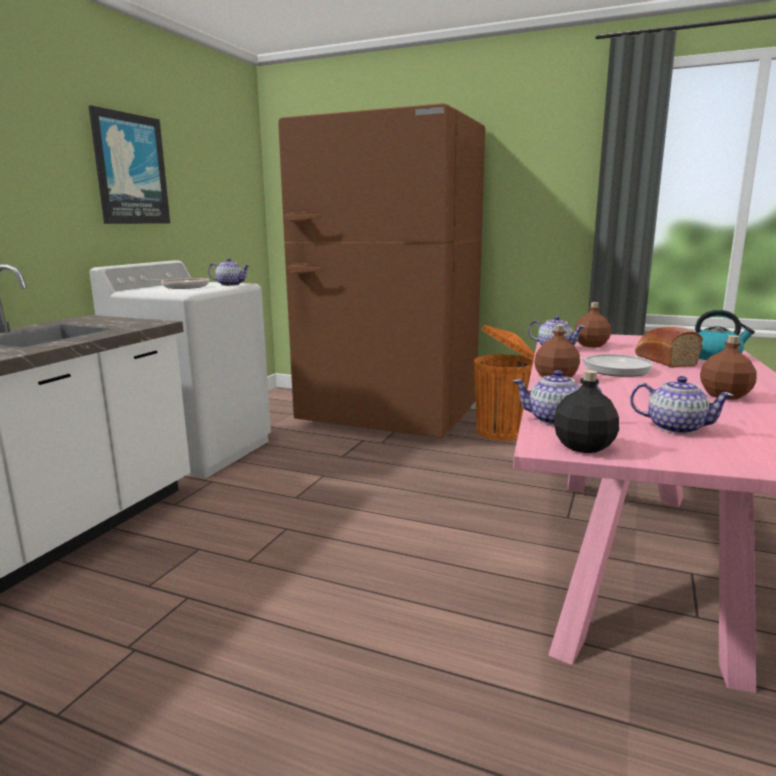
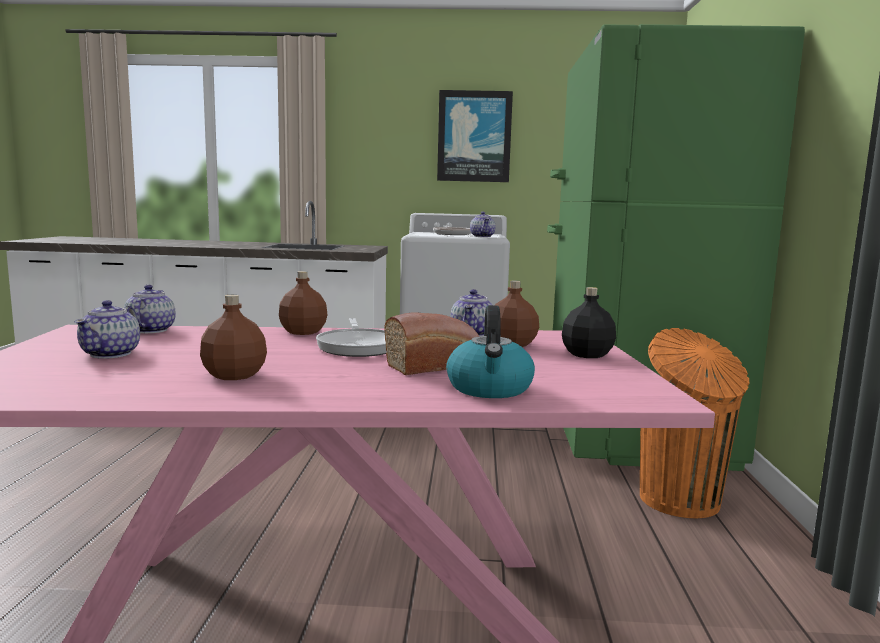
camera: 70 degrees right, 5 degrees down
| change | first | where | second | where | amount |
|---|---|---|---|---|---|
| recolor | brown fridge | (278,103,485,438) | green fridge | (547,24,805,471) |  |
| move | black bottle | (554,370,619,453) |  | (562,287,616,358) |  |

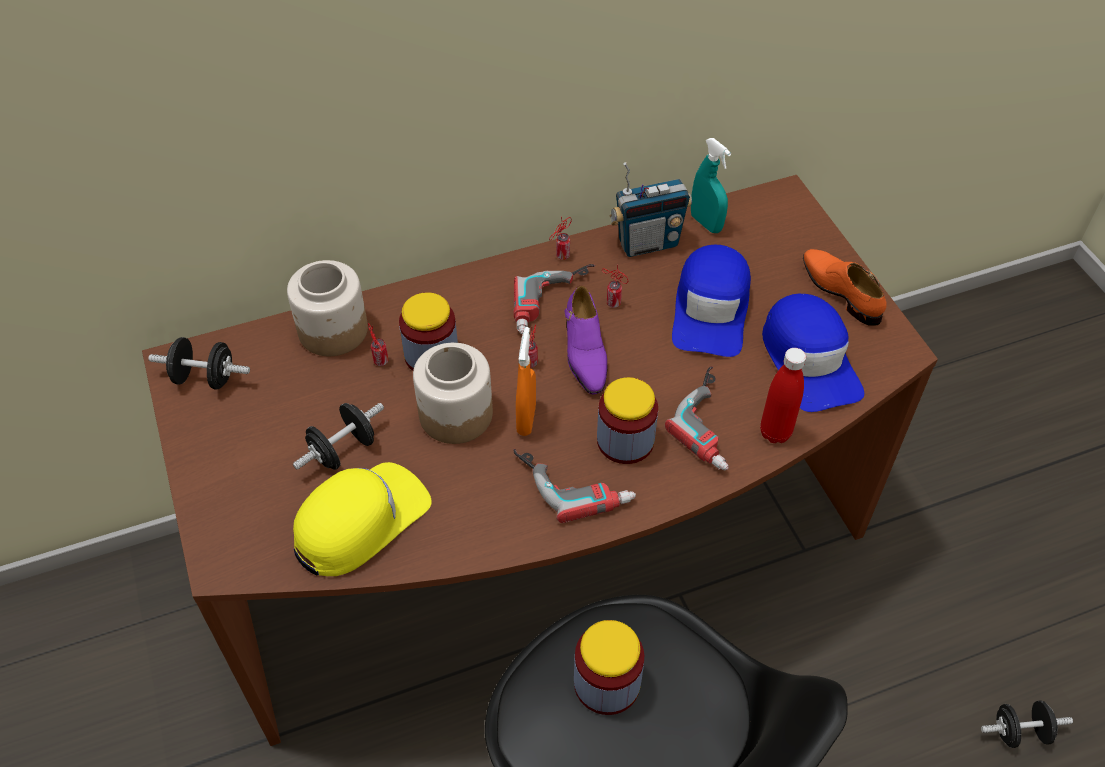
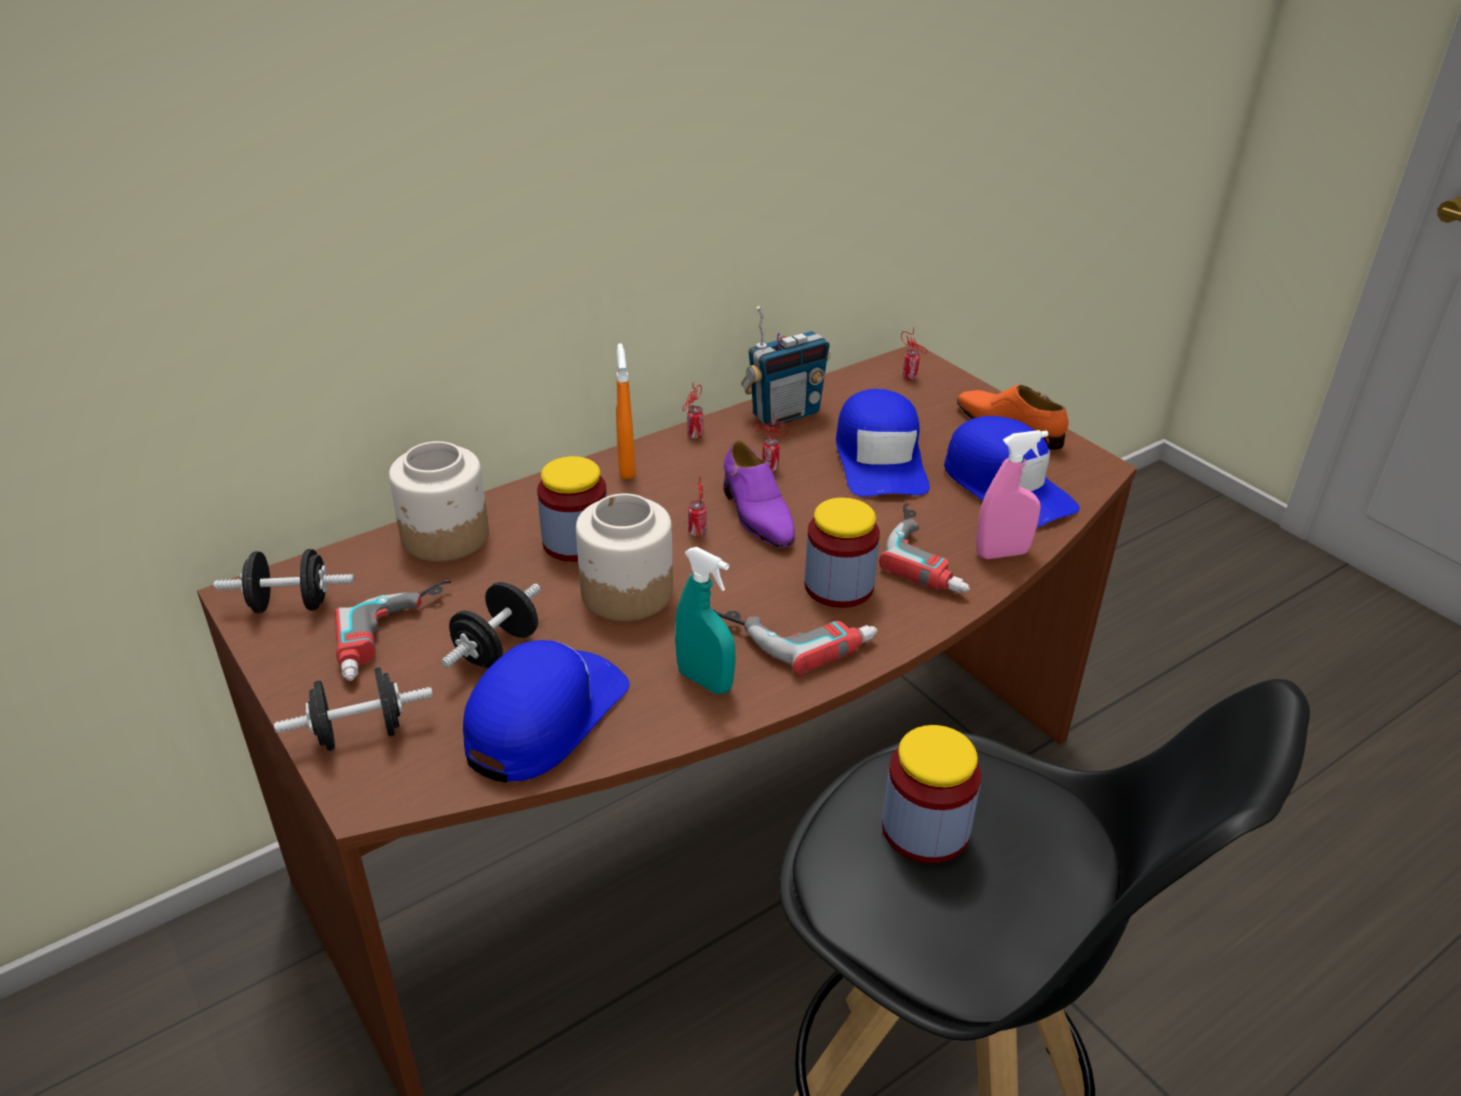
camera: 15 degrees left, 15 degrees down
| change | first | where | second | where | amount |
|---|---|---|---|---|---|
| recolor | yellow cap | (293,462,432,576) | blue cap | (463,640,630,782) |  |
| move | can | (368,323,388,366) |  | (901,329,927,380) |  |
| move | power drill | (514,264,595,334) |  | (335,580,452,681) |  |
| move | orange spray bottle | (516,327,536,436) |  | (616,343,635,479) |  |
| move | turquoise spray bottle | (691,138,731,233) |  | (675,547,735,694) |  |
| replace | red bottle | (760,348,806,443) | pink spray bottle | (976,430,1048,559) |  |
| move | black dumbbell | (981,700,1073,748) |  | (274,667,433,751) |  |

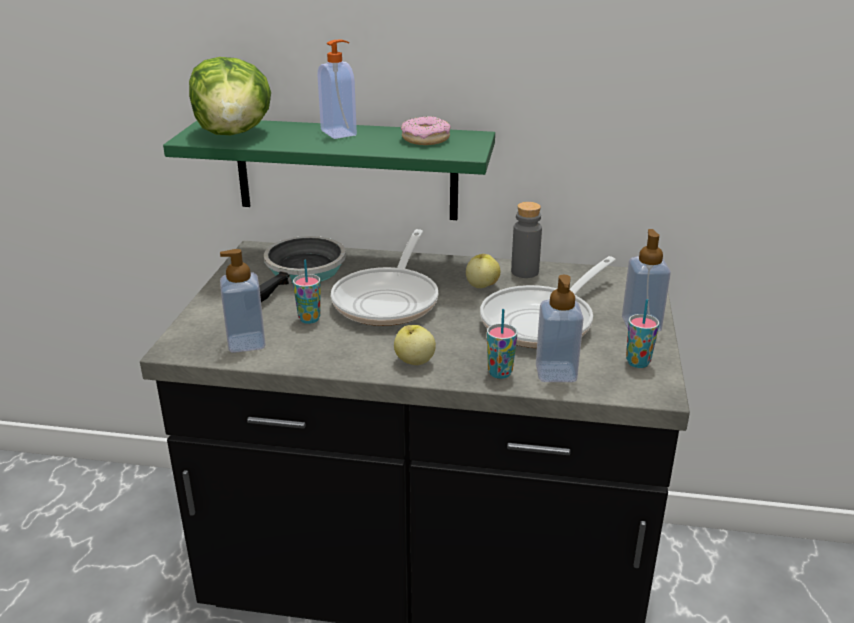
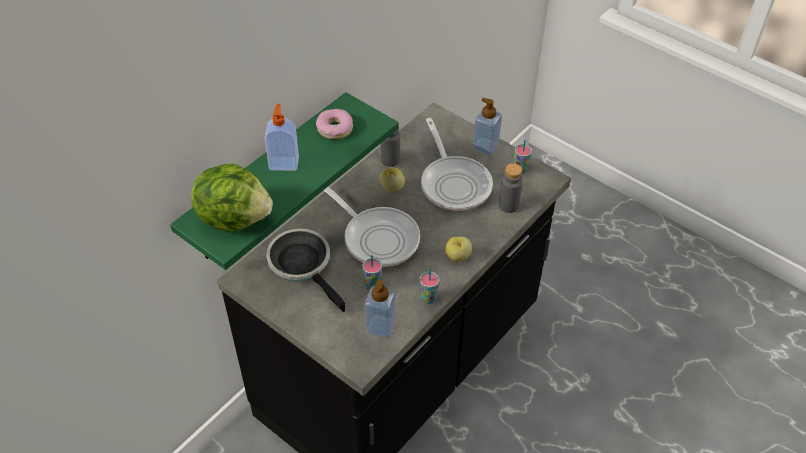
camera: 60 degrees left, 20 degrees up
| change | first | where | second | where | amount |
|---|---|---|---|---|---|
| move | cup | (487,309,517,379) |  | (420,269,439,304) |  |
| replace | soap dispenser | (536,275,584,382) | grey bottle | (499,163,523,213) |  |

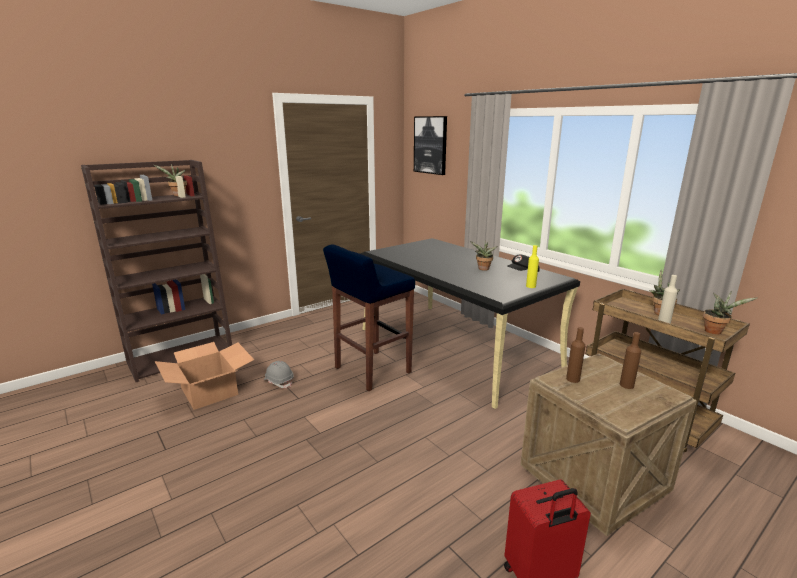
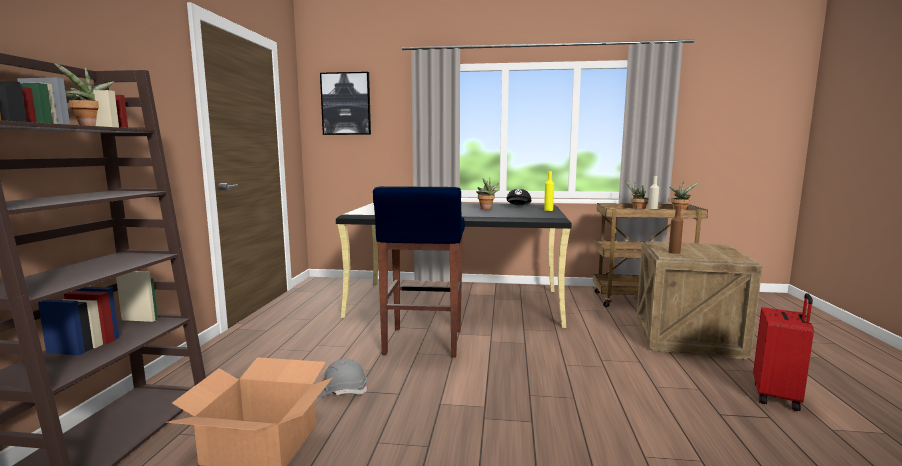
camera: 45 degrees left, 10 degrees down
| change | first | where | second | where | amount |
|---|---|---|---|---|---|
| delete | brown bottle | (620,332,641,389) |  |  |  |

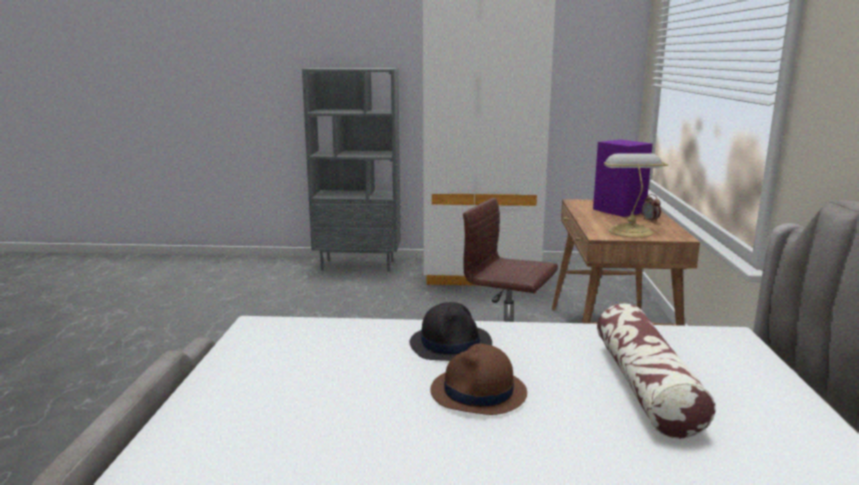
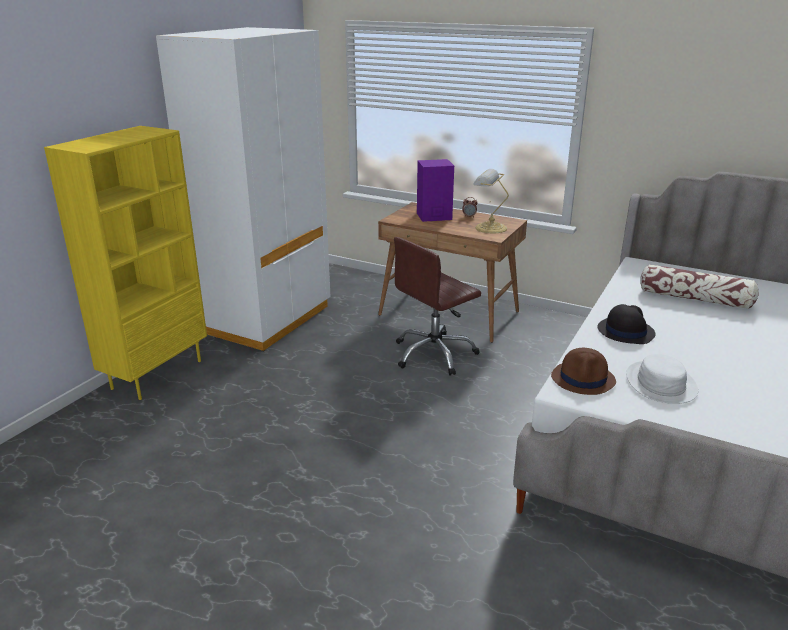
camera: 65 degrees left, 10 degrees up
| change | first | where | second | where | amount |
|---|---|---|---|---|---|
| recolor | grey bookcase | (302,68,401,272) | yellow bookcase | (44,126,207,400) |  |
| move | brown hat | (430,344,527,415) |  | (551,348,616,395) |  |
| insert |  |  | white hat | (626,354,698,404) |  |

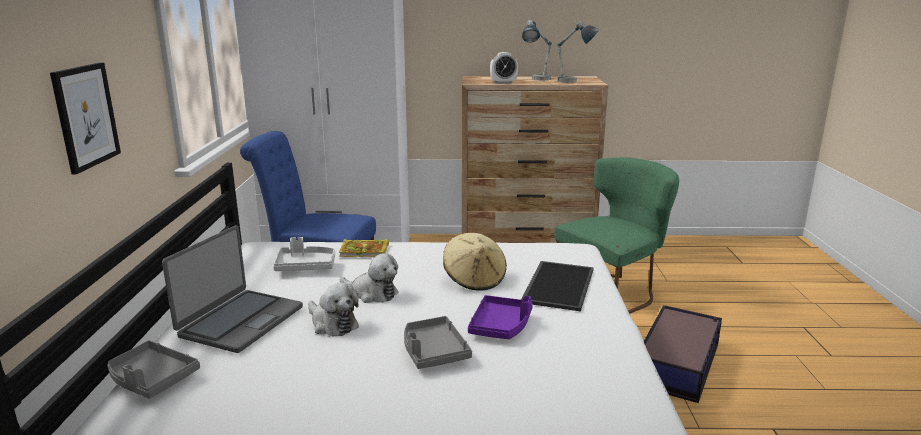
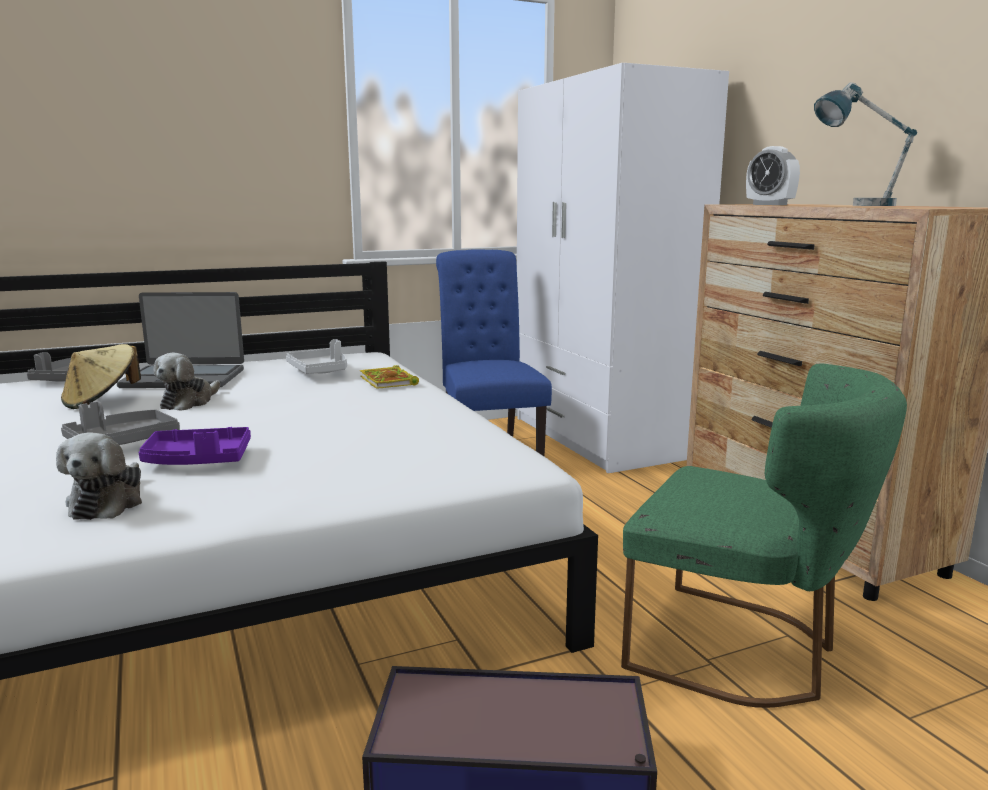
camera: 65 degrees right, 5 degrees down
| change | first | where | second | where | amount |
|---|---|---|---|---|---|
| delete | picture | (50,62,121,174) |  |  |  |
| move | plush toy | (340,253,398,303) |  | (56,433,142,520) |  |
| move | beige hat | (443,233,507,291) |  | (61,344,141,409) |  |
| delete | tray | (521,261,594,312) |  |  |  |
| delete | table lamp | (557,21,599,83) |  |  |  |

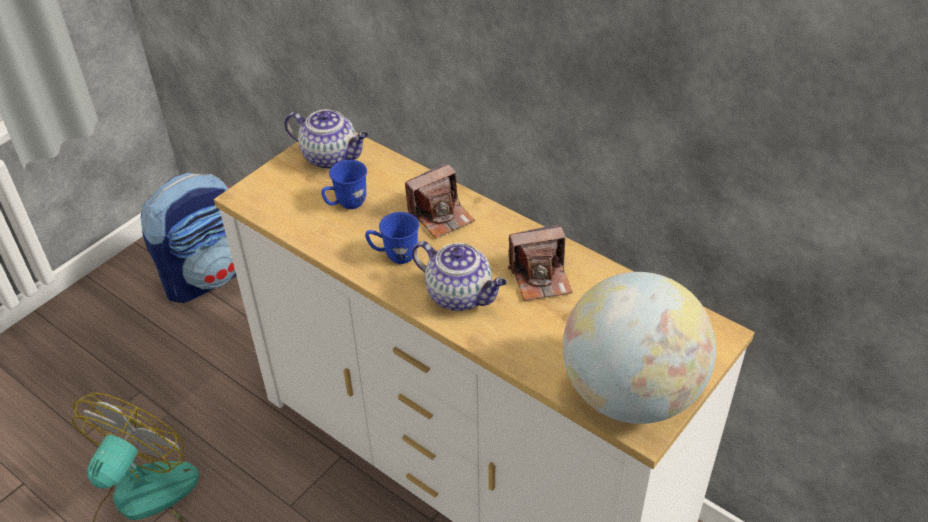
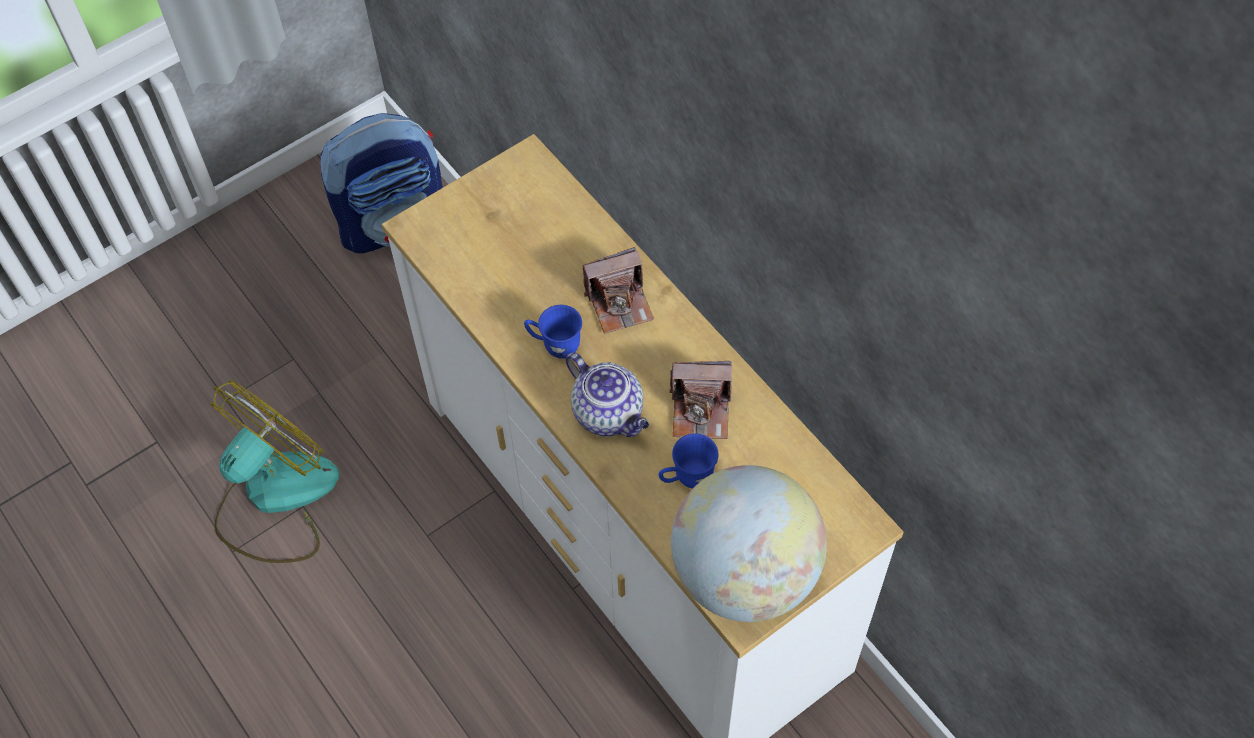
camera: 15 degrees right, 15 degrees up
| change | first | where | second | where | amount |
|---|---|---|---|---|---|
| delete | teapot | (284,109,369,169) |  |  |  |
| move | blue mug | (321,160,367,209) |  | (659,434,719,488) |  |

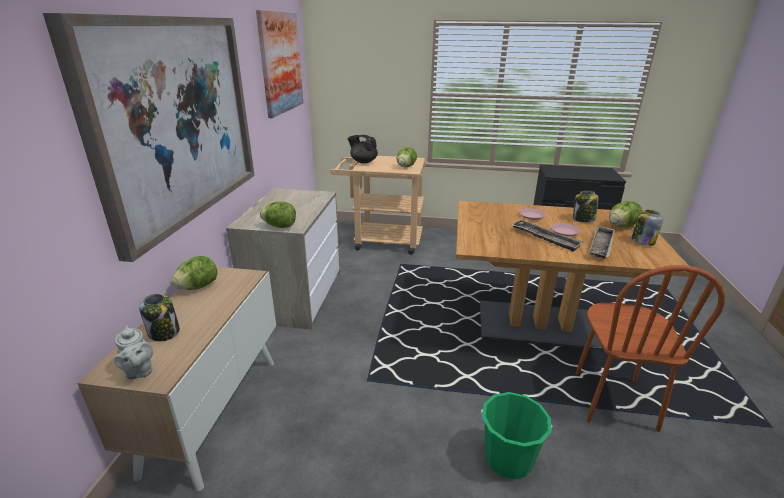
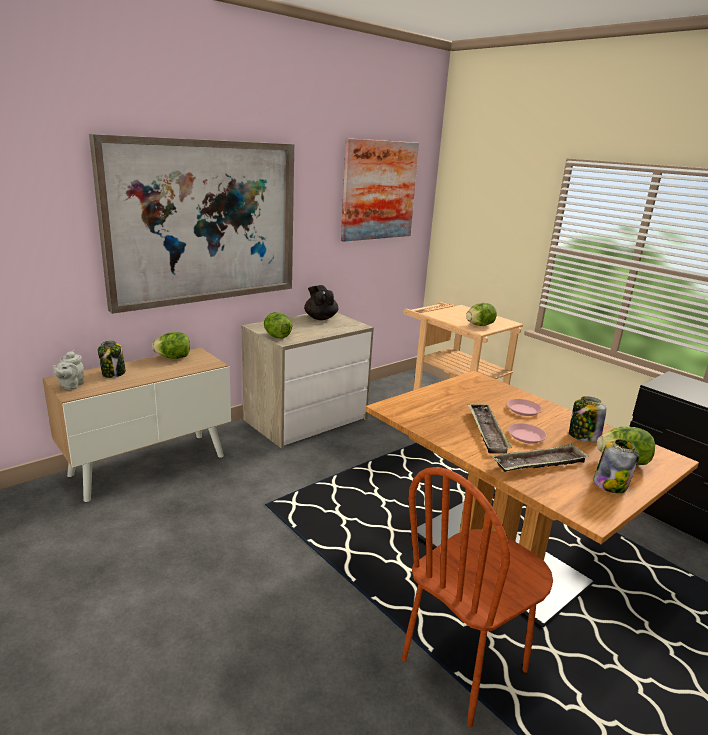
camera: 40 degrees right, 5 degrees down
| change | first | where | second | where | amount |
|---|---|---|---|---|---|
| move | black teapot | (348,135,378,163) |  | (304,285,338,320) |  |
| delete | green bucket | (481,392,552,480) |  |  |  |

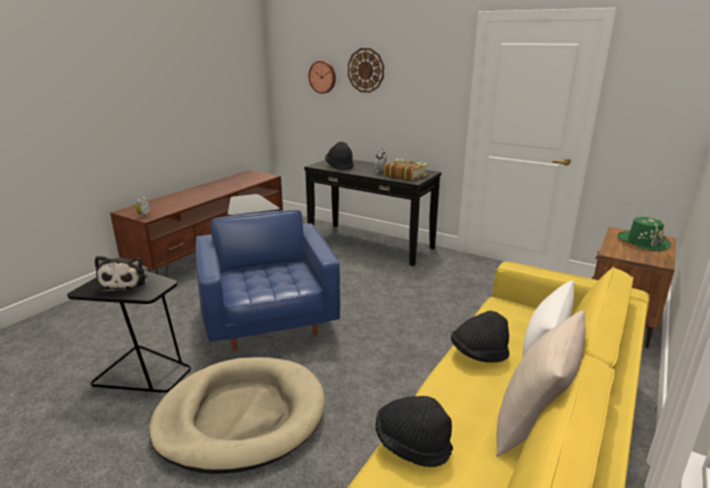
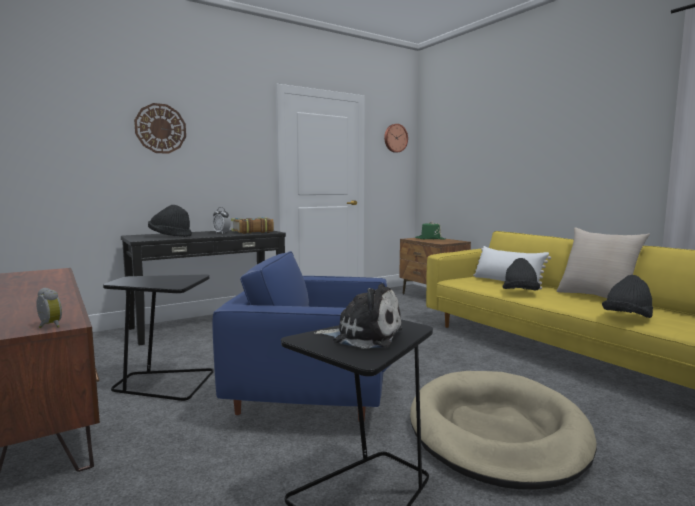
camera: 65 degrees left, 15 degrees down
| change | first | where | second | where | amount |
|---|---|---|---|---|---|
| move | wall clock | (308,61,336,94) |  | (384,124,408,153) |  |

